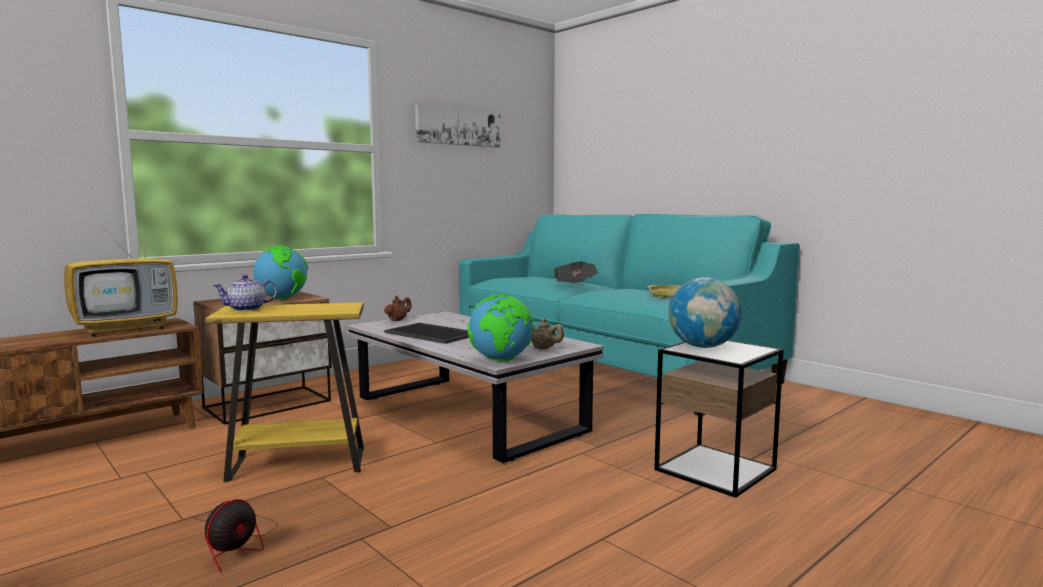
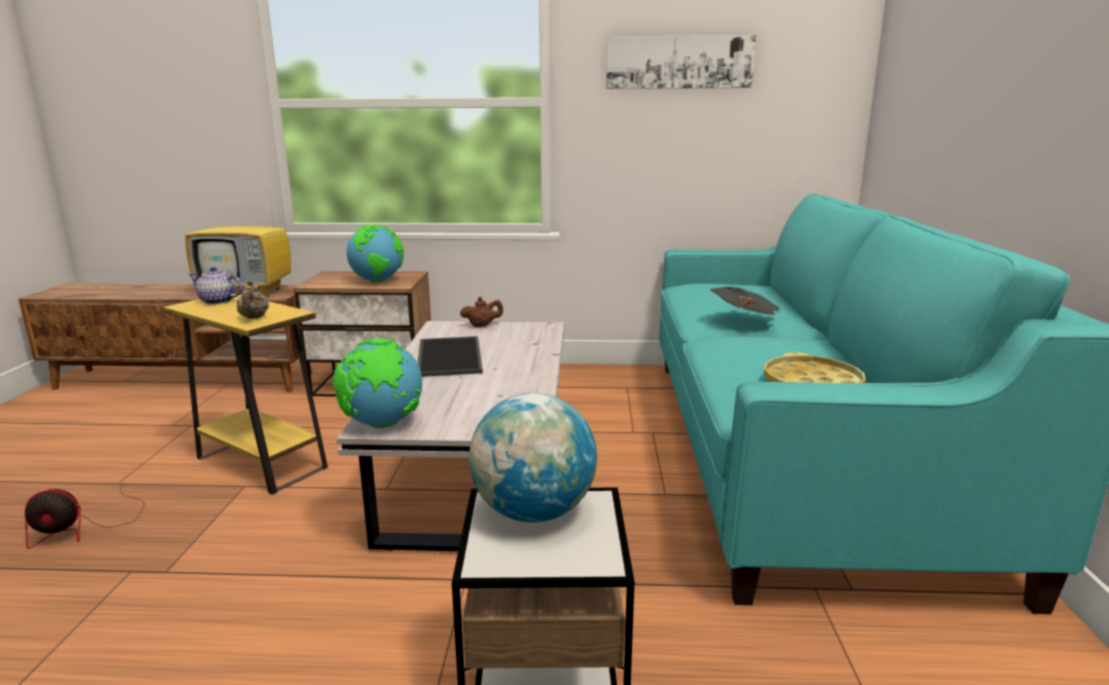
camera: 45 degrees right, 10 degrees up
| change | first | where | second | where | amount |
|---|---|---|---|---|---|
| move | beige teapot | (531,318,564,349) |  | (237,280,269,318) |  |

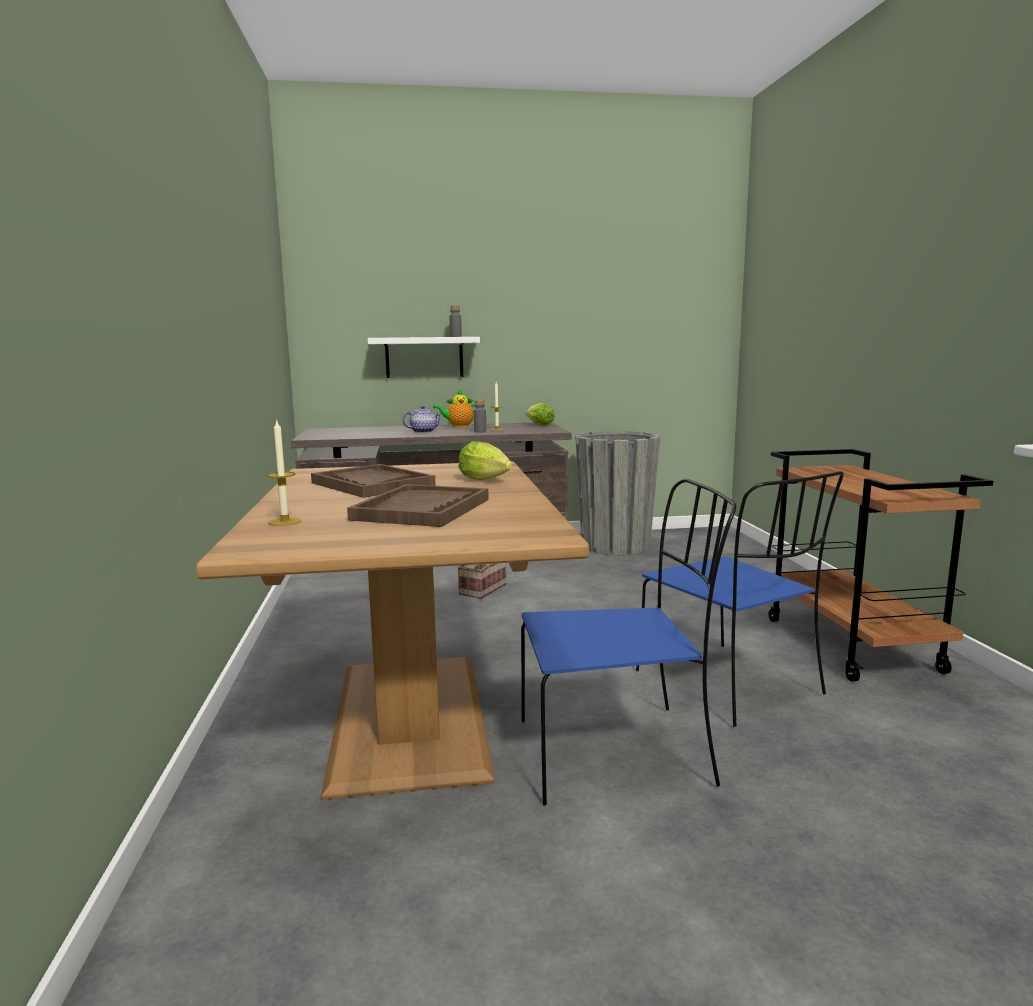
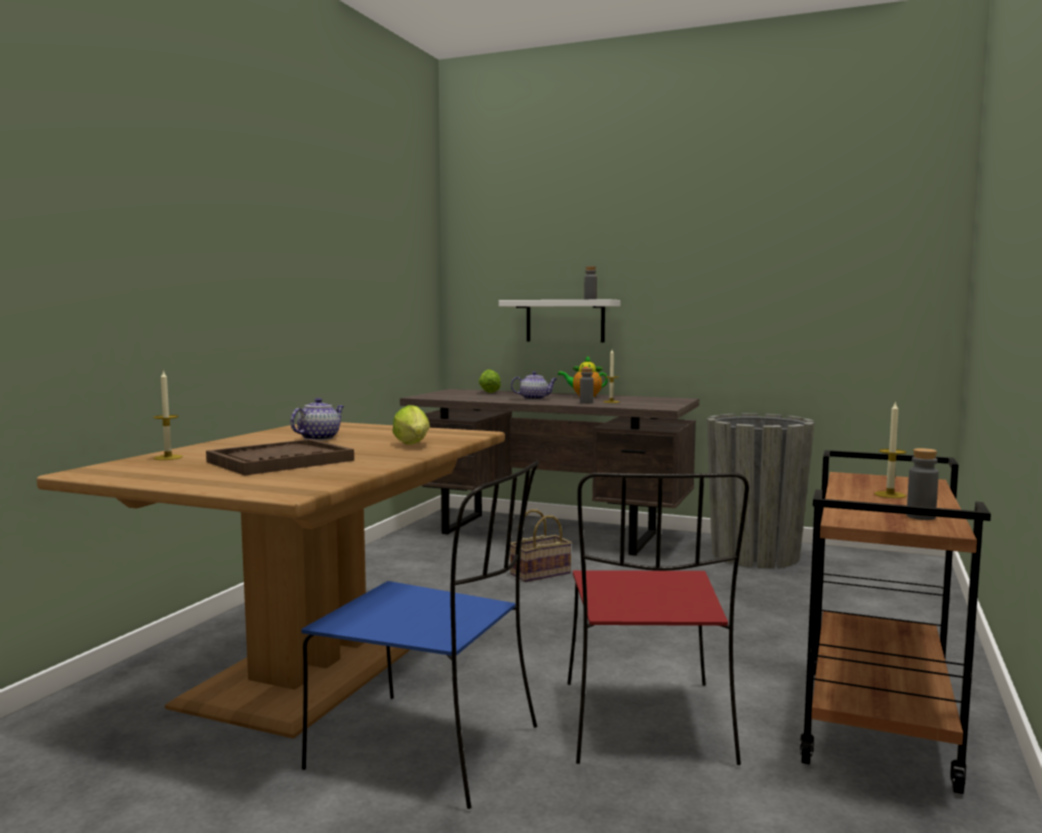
camera: 30 degrees right, 5 degrees down
| change | first | where | second | where | amount |
|---|---|---|---|---|---|
| replace | brown tray | (311,464,436,498) | teapot | (290,398,344,441) |  |
| move | lettuce | (526,403,554,426) |  | (479,369,501,393) |  |
| recolor | blue chair | (636,471,844,727) | red chair | (567,473,749,765) |  |
| insert |  |  | candle | (874,401,906,498) |  |
| insert |  |  | grey bottle | (907,448,939,520) |  |

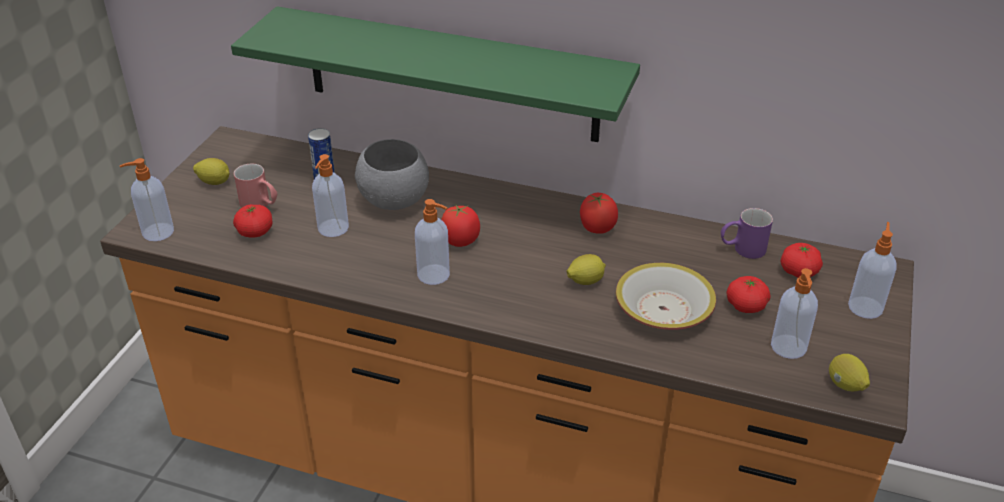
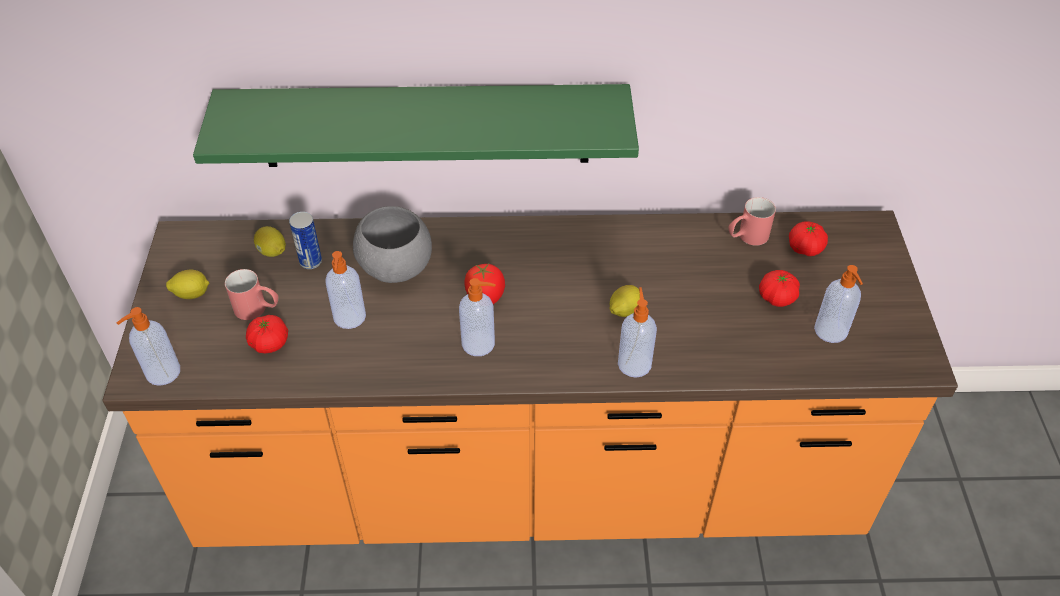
camera: 20 degrees left, 10 degrees up
| change | first | where | second | where | amount |
|---|---|---|---|---|---|
| delete | tomato | (580,193,618,234) |  |  |  |
| delete | bowl | (616,263,716,330) |  |  |  |
| recolor | purple mug | (721,208,773,259) | red mug | (728,197,776,246) |  |
| move | lemon | (829,354,870,391) |  | (254,226,286,257) |  |
| move | soap dispenser | (848,222,897,319) |  | (618,287,657,378) |  |

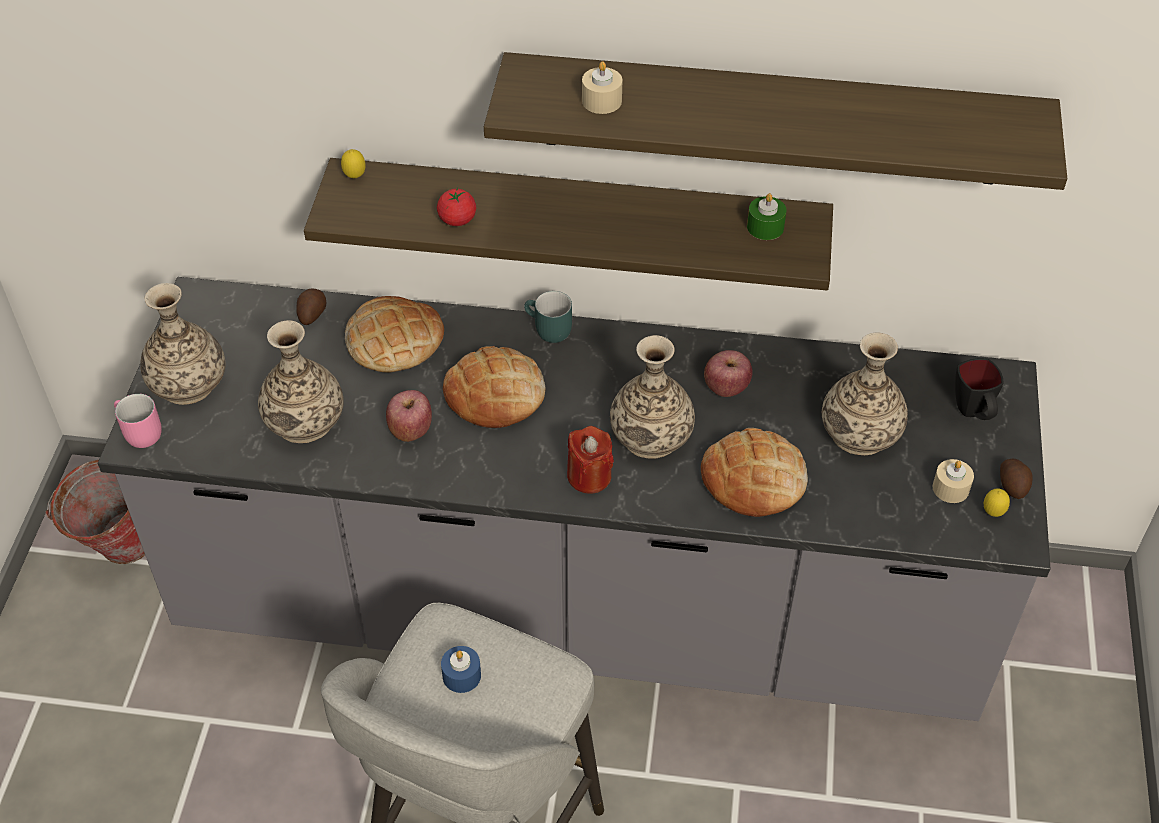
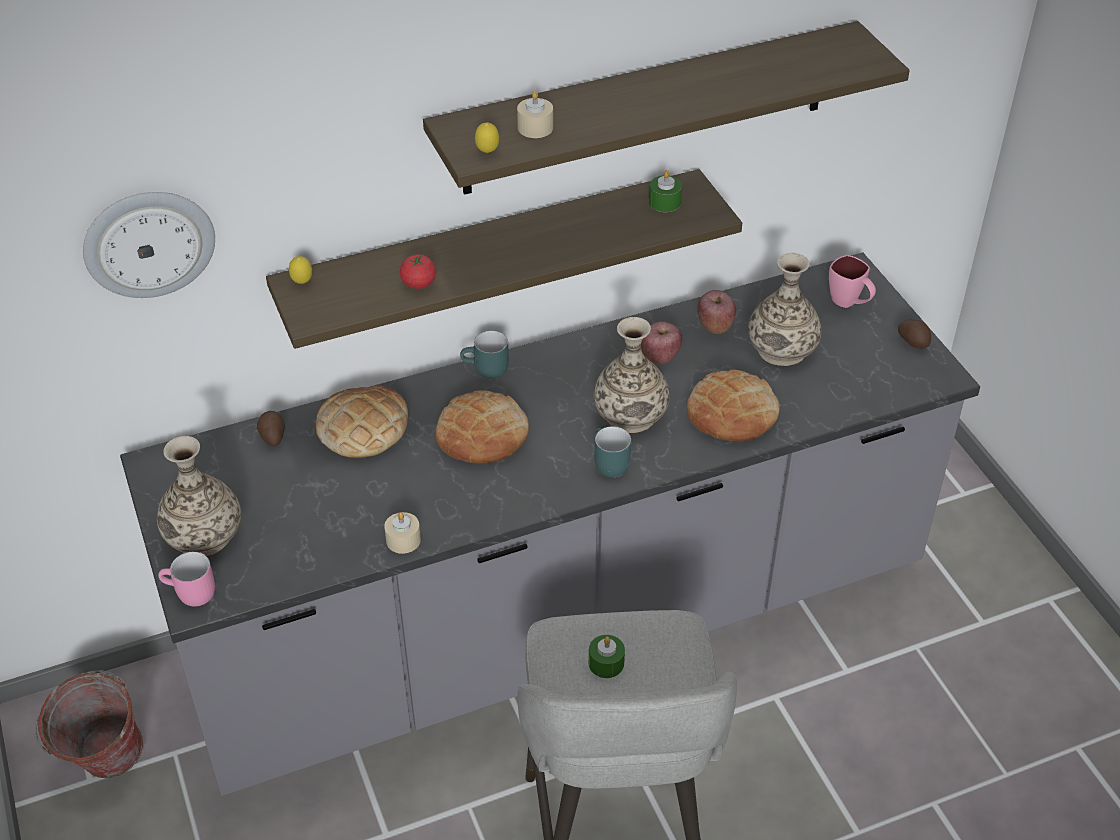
camera: 30 degrees left, 5 degrees down
| change | first | where | second | where | amount |
|---|---|---|---|---|---|
| delete | vase | (258,320,344,443) |  |  |  |
| move | apple | (386,390,432,442) |  | (697,290,736,334) |  |
| recolor | blue candle | (441,646,481,693) | green candle | (589,635,625,678) |  |
| replace | red candle | (567,426,614,494) | turquoise mug | (595,426,631,478) |  |
| move | beige candle | (933,459,974,503) |  | (384,512,421,554) |  |
| recolor | black mug | (955,358,1003,420) | pink mug | (829,255,876,308) |  |
| move | lemon | (984,489,1010,517) |  | (475,122,499,153) |  |
| insert |  |  | wall clock | (83,192,215,298) |  |

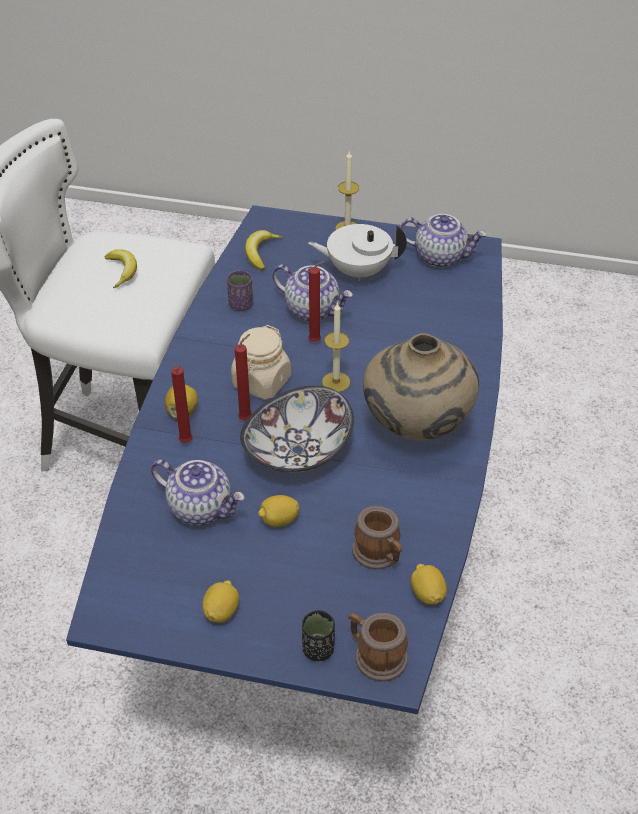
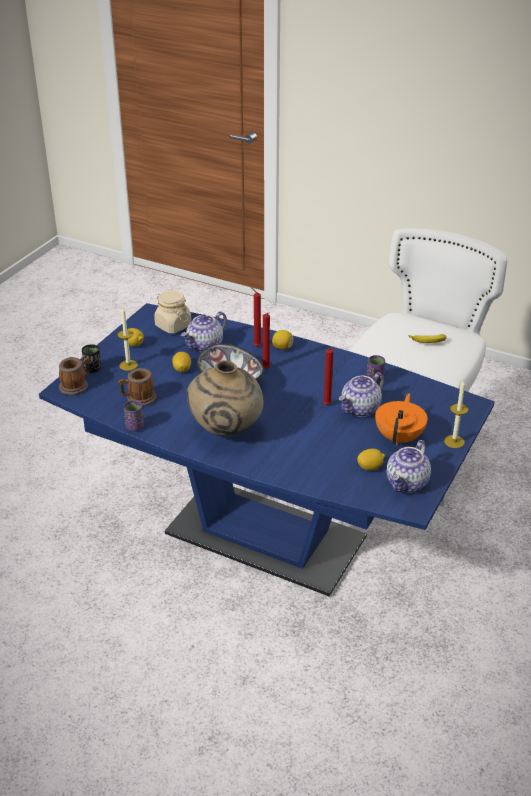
camera: 105 degrees right, 10 degrees down
| change | first | where | second | where | amount |
|---|---|---|---|---|---|
| move | beige jar | (231,325,291,400) |  | (154,290,191,334) |  |
| delete | banana | (245,230,282,271) |  |  |  |
| recolor | white teapot | (308,224,407,281) | orange teapot | (375,394,428,445) |  |
| move | candle | (322,302,350,392) |  | (118,307,138,371) |  |
| move | lemon | (411,564,447,605) |  | (357,449,385,470) |  |
| insert |  |  | purple cup | (124,400,144,431) |  |

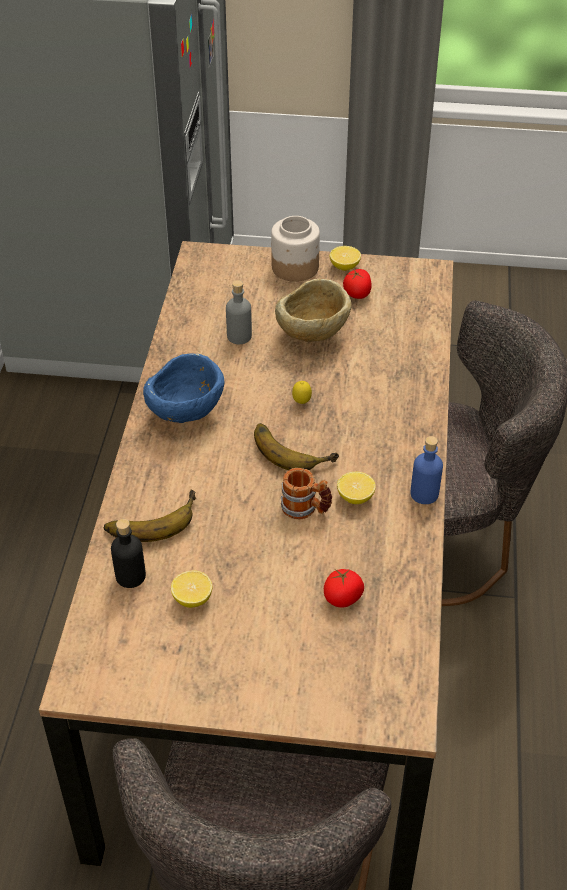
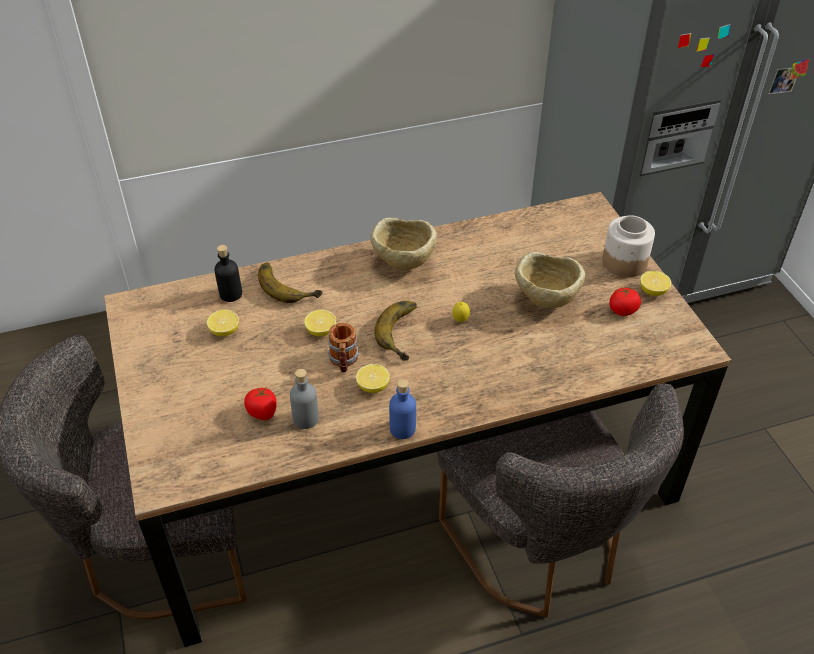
camera: 65 degrees right, 0 degrees up
| change | first | where | second | where | amount |
|---|---|---|---|---|---|
| recolor | blue bowl | (143,353,225,423) | beige bowl | (370,218,437,270) |  |
| move | grey bottle | (226,280,252,344) |  | (290,369,319,429) |  |
| insert |  |  | lemon | (304,310,336,337) |  |

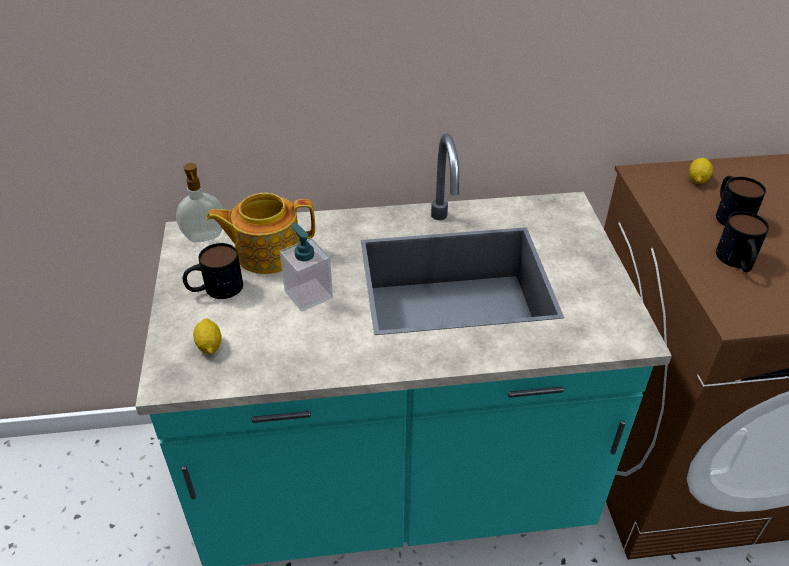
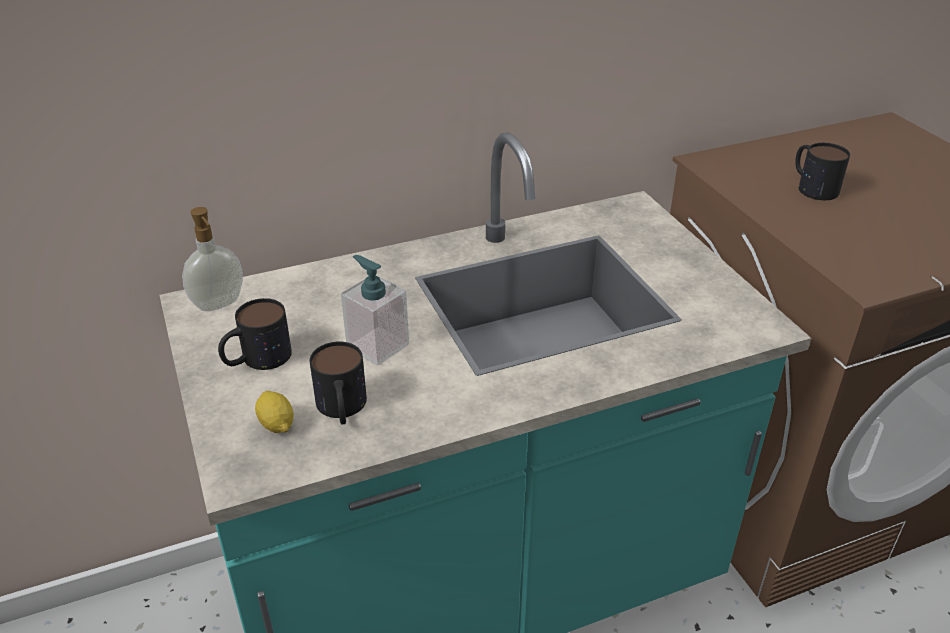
camera: 15 degrees left, 5 degrees down
| change | first | where | second | where | amount |
|---|---|---|---|---|---|
| delete | teapot | (206,193,315,274) |  |  |  |
| delete | lemon | (689,158,713,184) |  |  |  |
| move | mug | (716,212,769,272) |  | (310,342,367,424) |  |

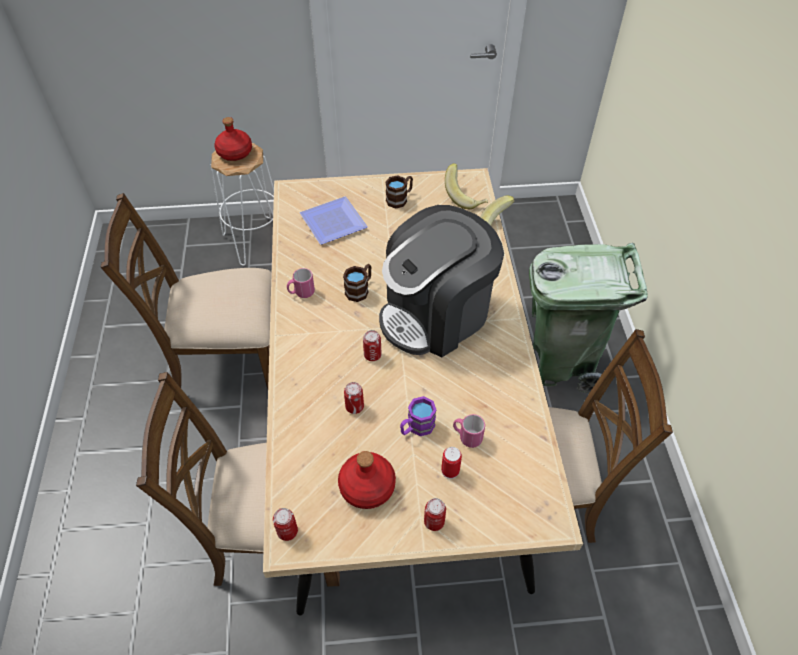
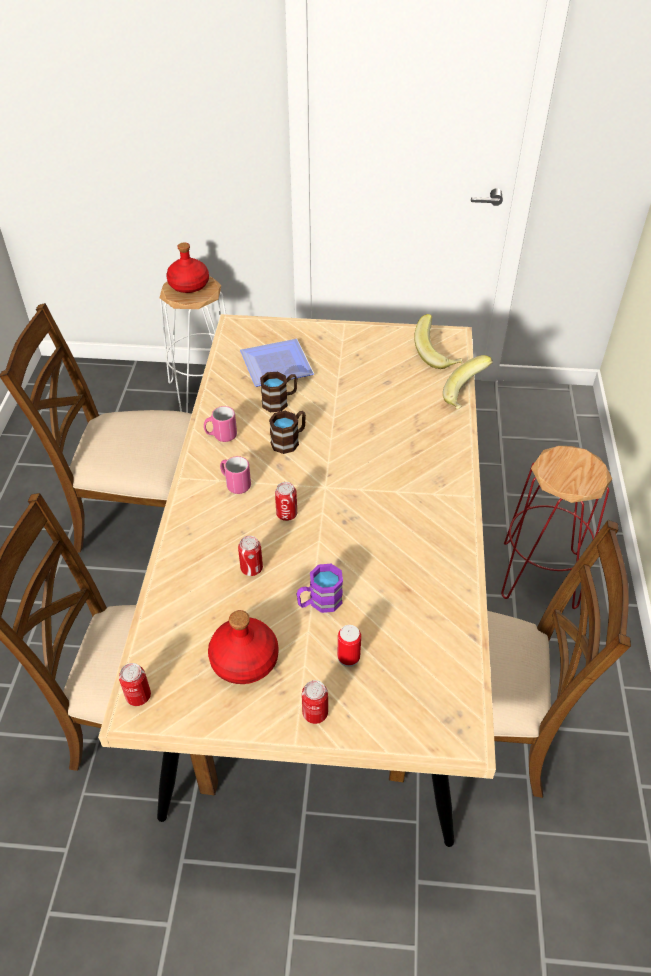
camera: 10 degrees right, 5 degrees down
| change | first | where | second | where | amount |
|---|---|---|---|---|---|
| delete | coffee machine | (379,205,504,357) |  |  |  |
| move | brown mug | (386,175,413,209) |  | (260,372,297,412) |  |
| move | pink mug | (453,414,485,448) |  | (220,456,251,494) |  |
| replace | green trash can | (529,243,647,393) | red stool | (501,446,612,609) |  |

